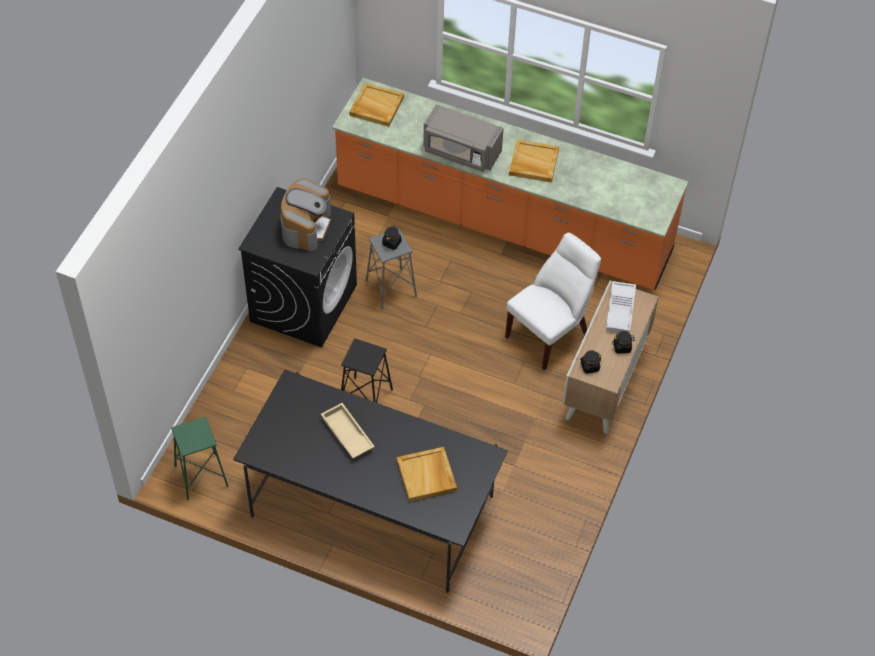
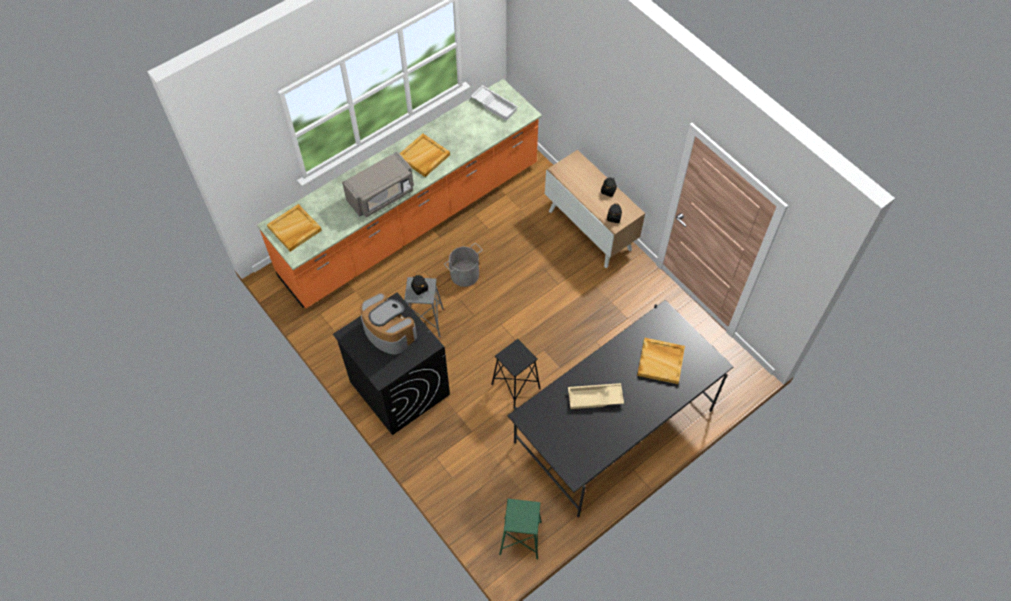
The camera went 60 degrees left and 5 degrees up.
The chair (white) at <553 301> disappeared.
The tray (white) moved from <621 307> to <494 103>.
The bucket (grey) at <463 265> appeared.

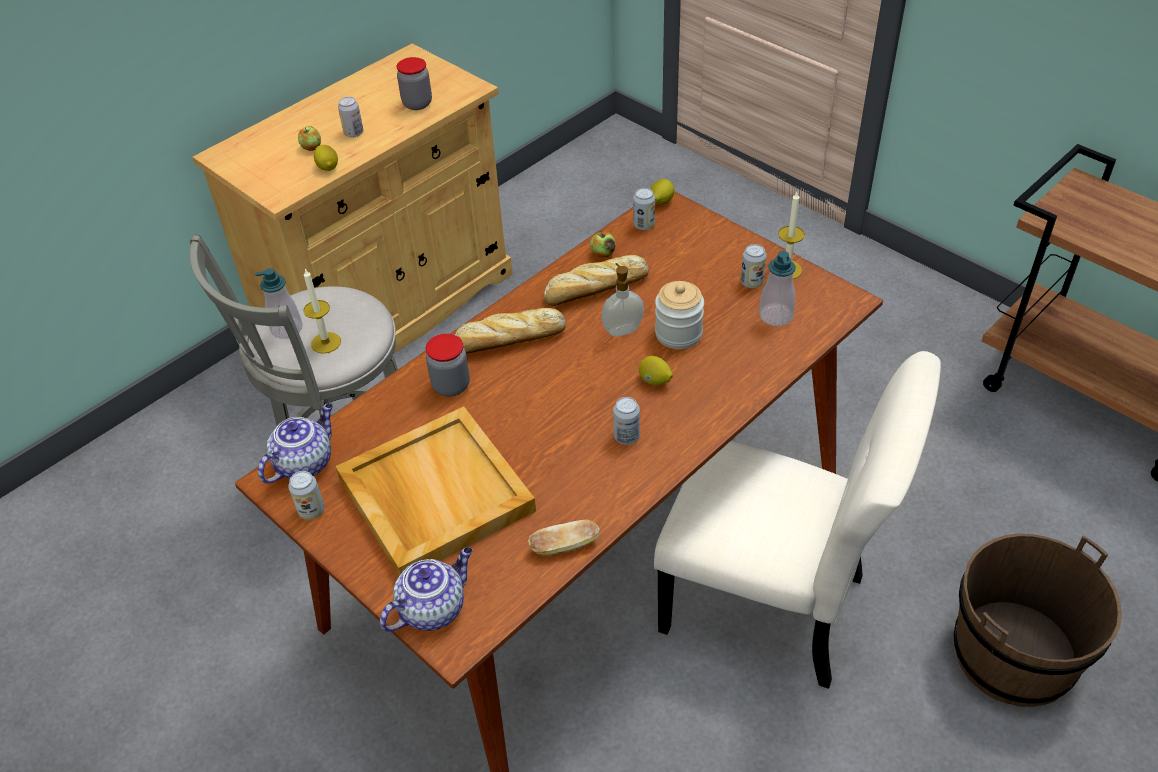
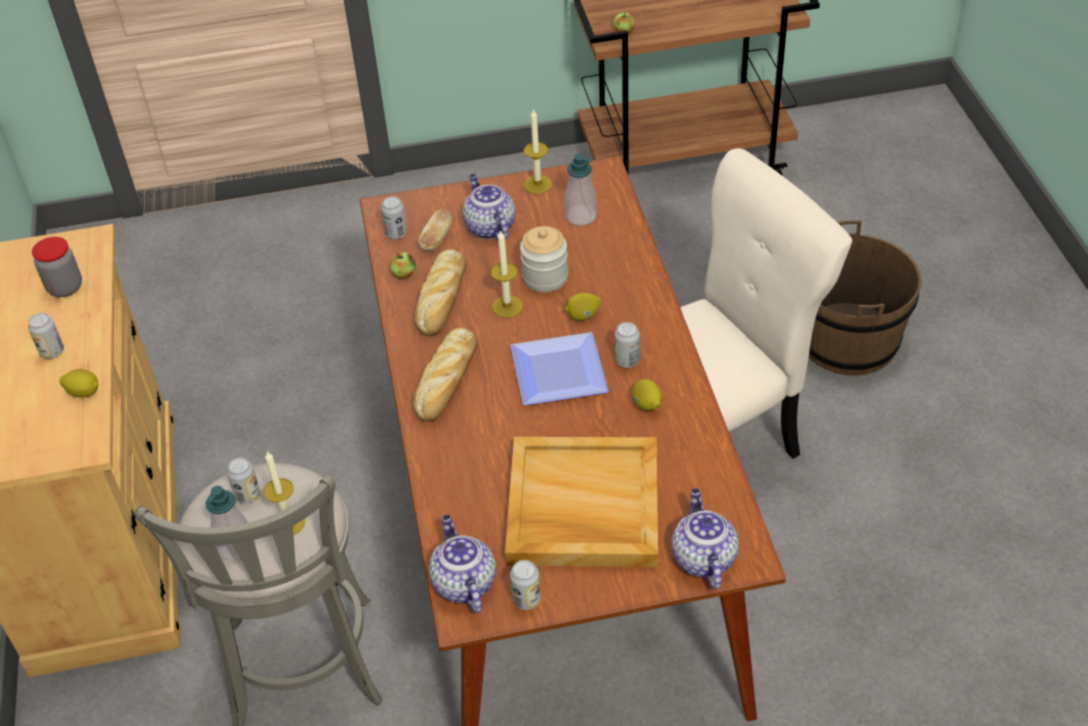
The camera went 55 degrees left and 0 degrees up.
The apple moved from <309 138> to <623 22>.
The jar at <448 365> disappeared.
The bread moved from <564 538> to <435 230>.
The soap dispenser at <622 300> was replaced by the candle at <507 274>.
The lemon moved from <662 192> to <647 395>.
The can moved from <754 266> to <243 480>.
The teapot at <489 206> appeared.
The plate at <559 369> appeared.

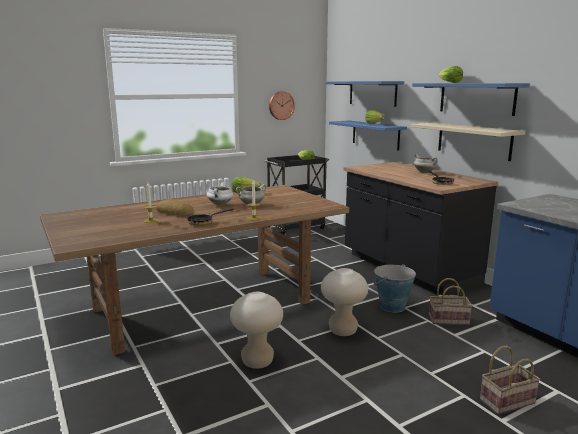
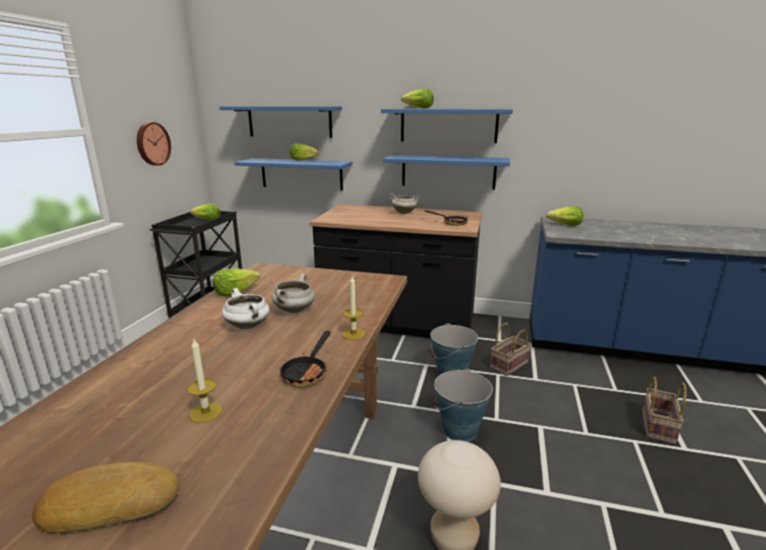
The camera went 45 degrees left and 5 degrees up.
The bread moved from <174 207> to <105 497>.
The stool (beige) at <344 302> was replaced by the bucket at <463 405>.
The shelf (beige) at <468 142> became the shelf (blue) at <446 172>.
The lettuce at <564 216> appeared.

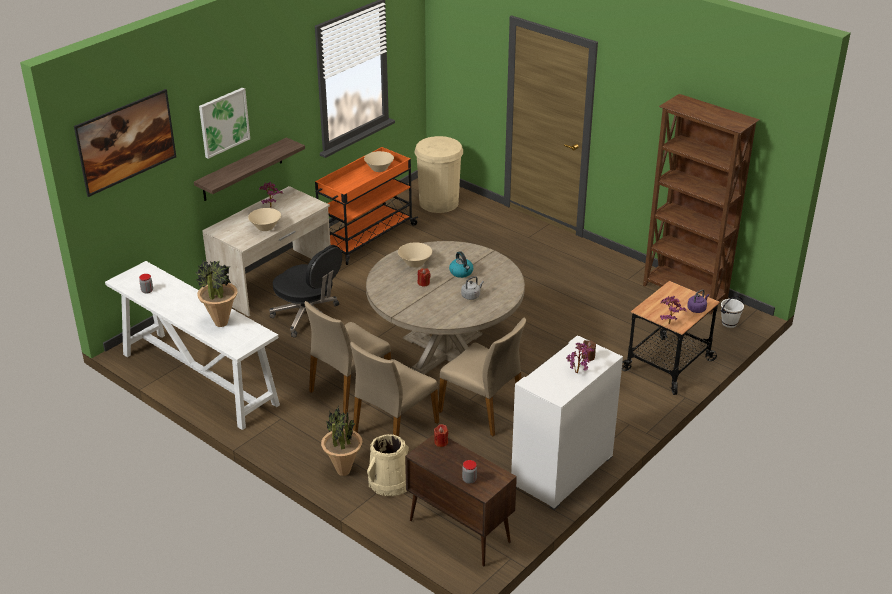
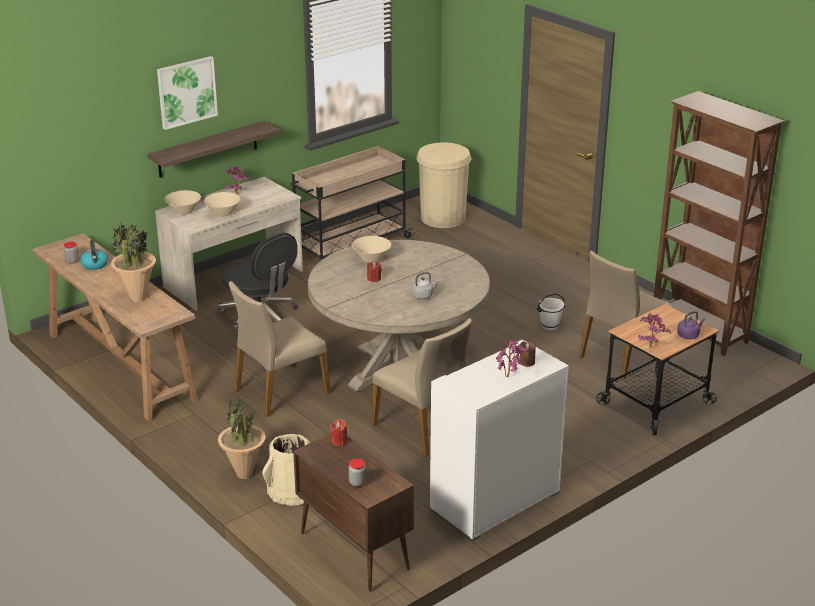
The camera went 10 degrees right and 5 degrees down.
The picture at <125 143> disappeared.
The console table (white) at <192 345> became the console table (brown) at <115 327>.
The cart (orange) at <366 206> became the cart (beige) at <351 204>.
The chair (beige) moved from <394 389> to <626 315>.
The bowl (beige) moved from <379 161> to <183 202>.
The kettle moved from <461 264> to <94 255>.
The bucket (white) moved from <732 312> to <551 312>.

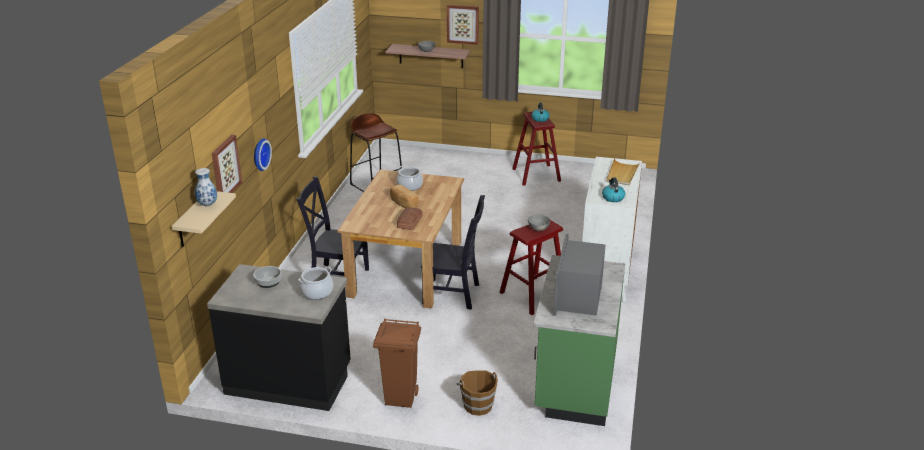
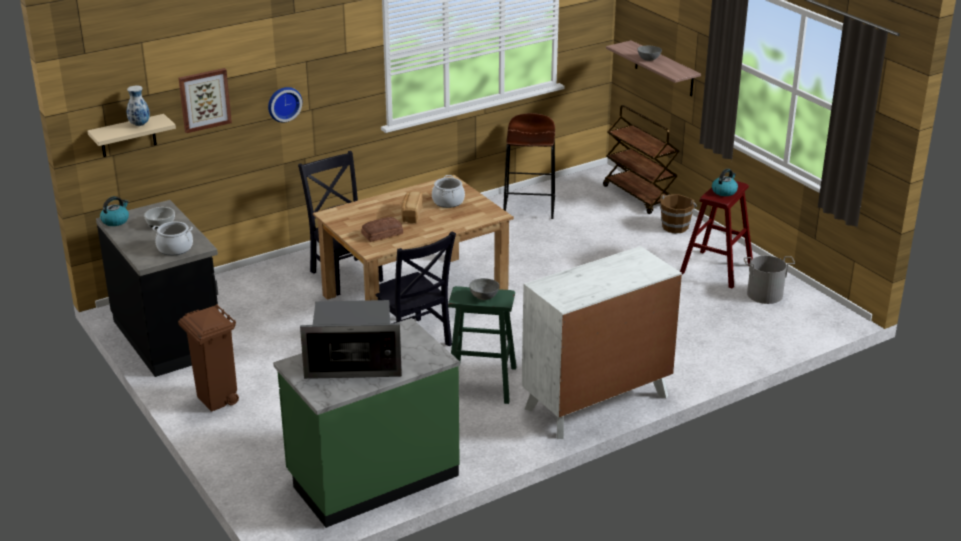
The camera went 45 degrees right and 0 degrees up.
The picture at <463 25> disappeared.
The bucket (brown) moved from <477 393> to <678 213>.
The stool (red) at <531 267> became the stool (green) at <482 345>.
The microwave at <579 275> turned 150 degrees counterclockwise.
The kettle moved from <613 189> to <114 211>.
The tray (beige) at <623 171> disappeared.
The cart (brown) at <641 159> appeared.
The bucket (grey) at <769 280> appeared.

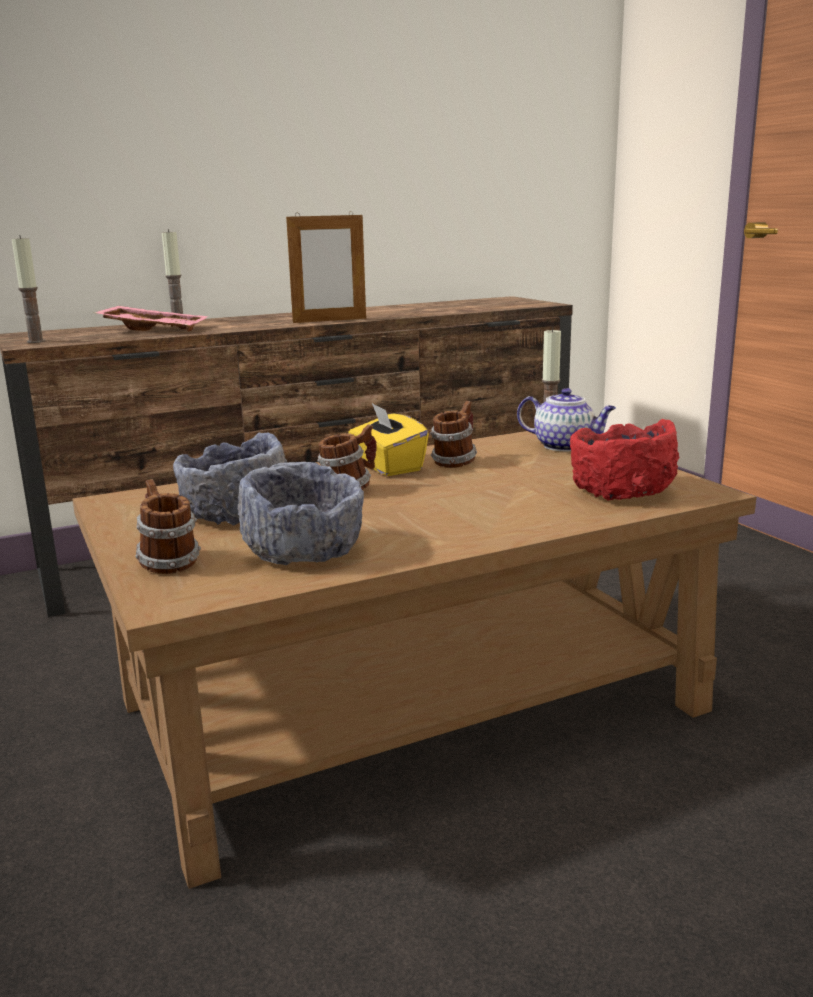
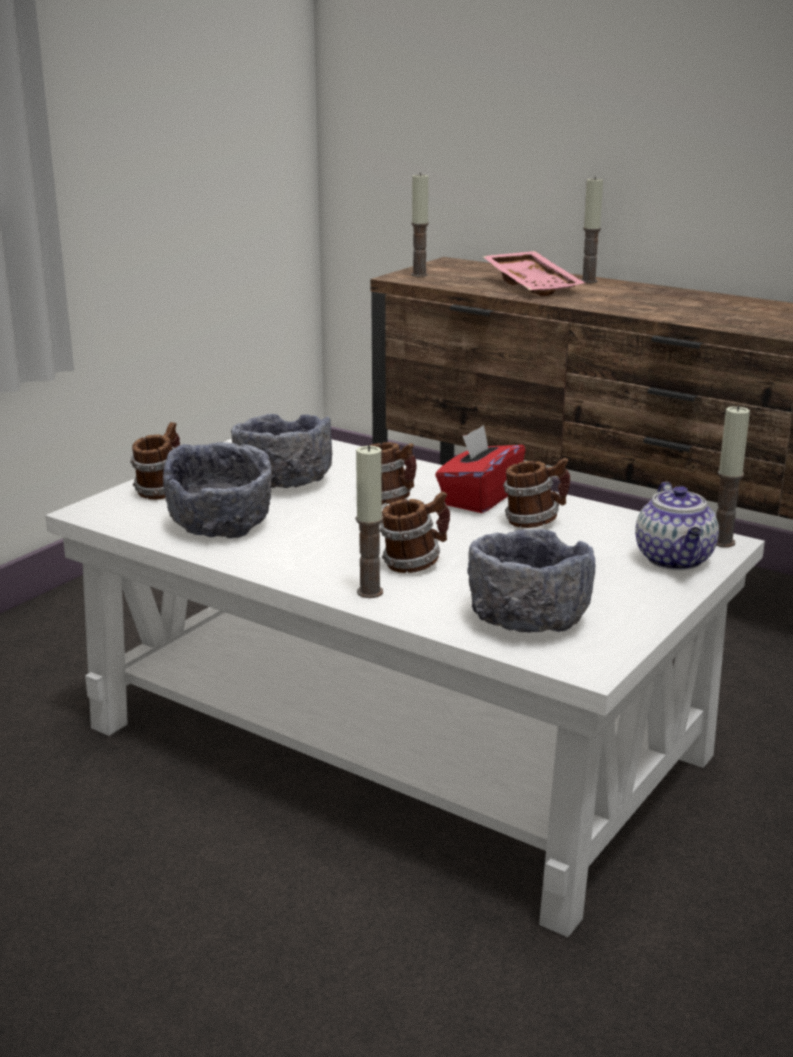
The camera went 60 degrees right and 5 degrees up.
The coffee table (brown) at <414 660> became the coffee table (white) at <405 688>.
The picture frame at <326 267> disappeared.
The tissue box (yellow) at <389 439> became the tissue box (red) at <480 469>.
The bowl (red) at <624 460> became the bowl (grey) at <531 581>.
The candle at <369 521> appeared.
The mug at <415 532> appeared.

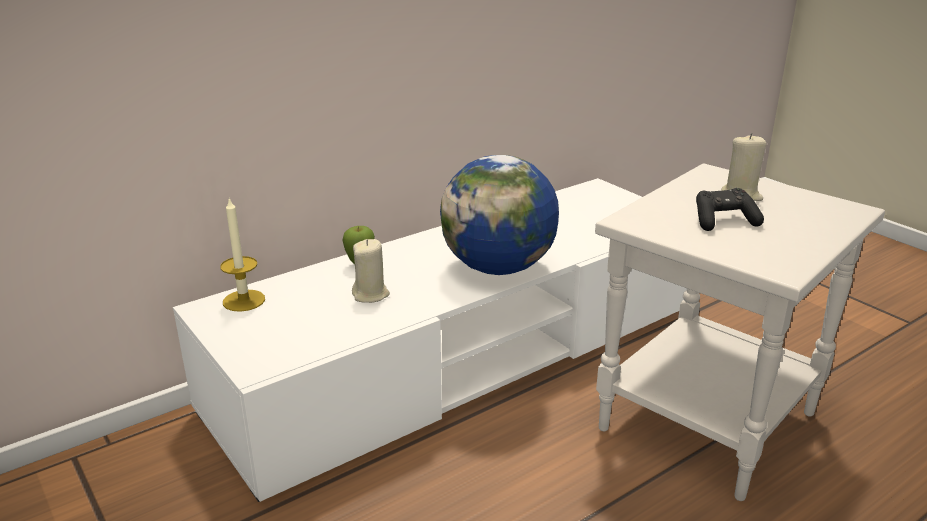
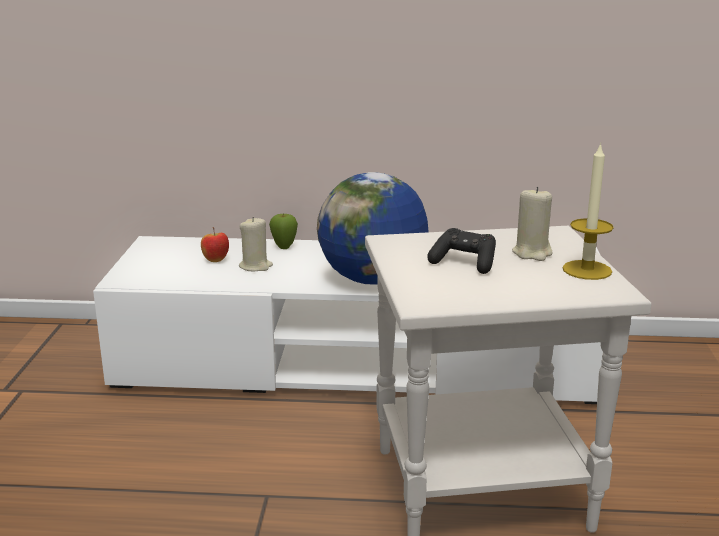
The camera went 40 degrees right and 5 degrees down.
The candle moved from <242 254> to <588 211>.
The apple at <215 244> appeared.

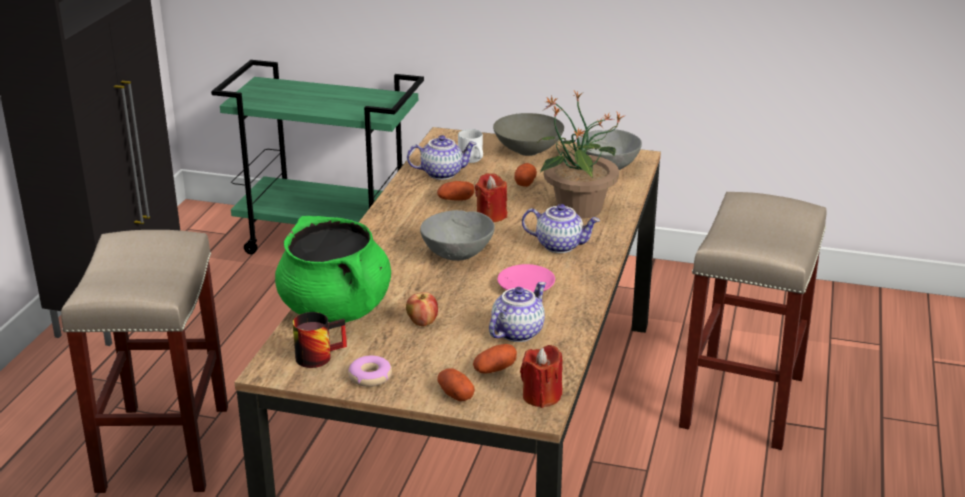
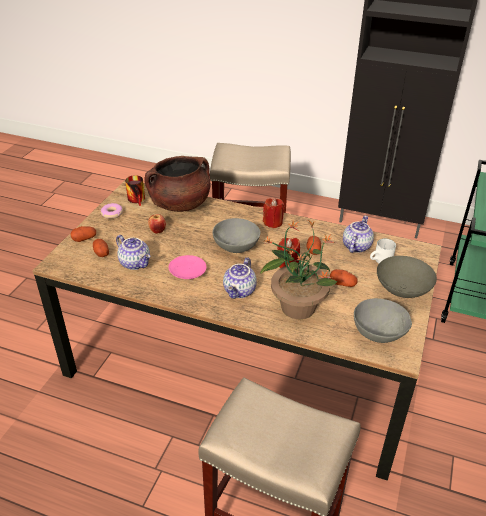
The camera went 95 degrees right and 10 degrees up.
The cooking pot (green) at <333 269> became the cooking pot (brown) at <177 184>.
The teapot at <442 157> turned 150 degrees counterclockwise.
The candle (red) moved from <541 376> to <274 213>.

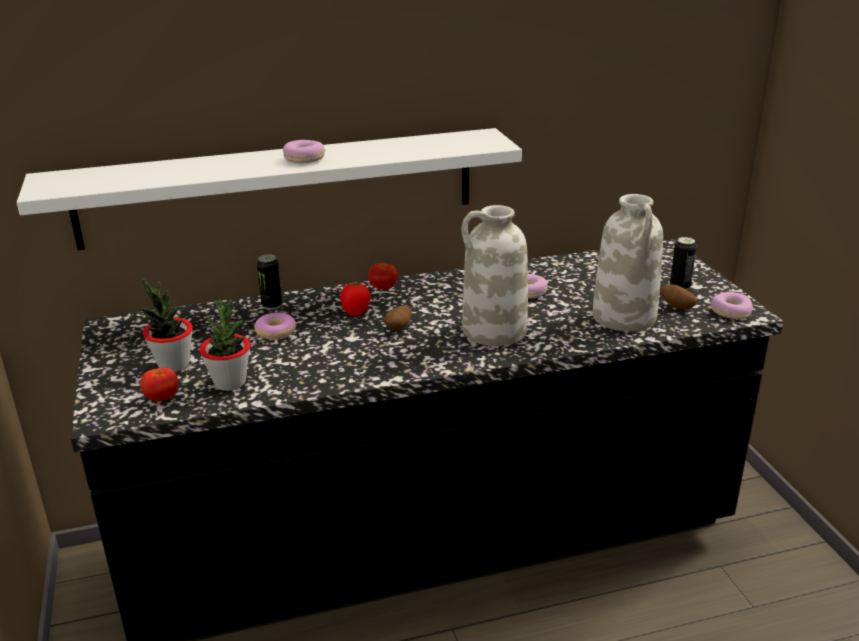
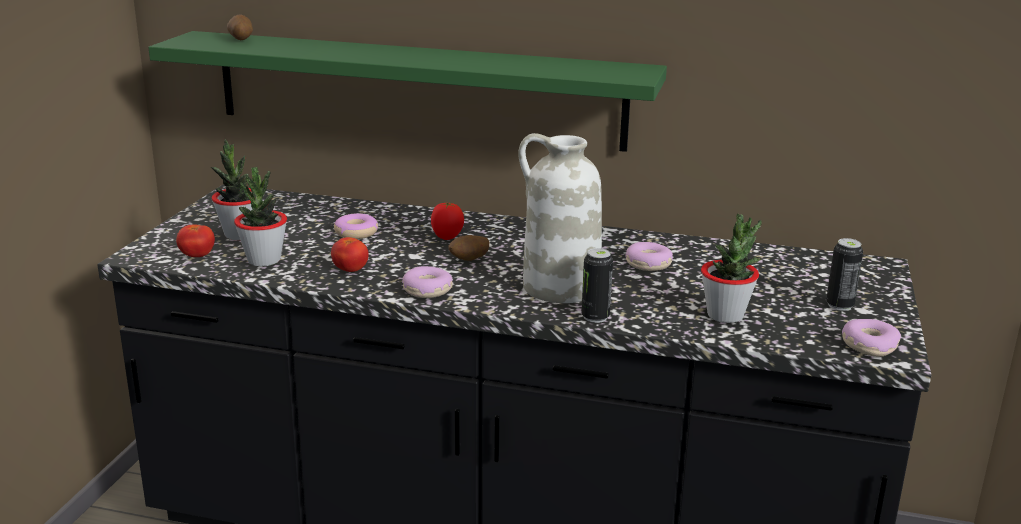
The camera went 30 degrees right and 5 degrees down.
The shelf (white) at <269 189> became the shelf (green) at <407 91>.
The can moved from <270 282> to <597 285>.
The donut moved from <304 151> to <427 282>.
The tomato moved from <383 276> to <350 254>.
The vase (white) at <628 263> was replaced by the potted plant at <731 268>.
The potato moved from <678 297> to <240 27>.

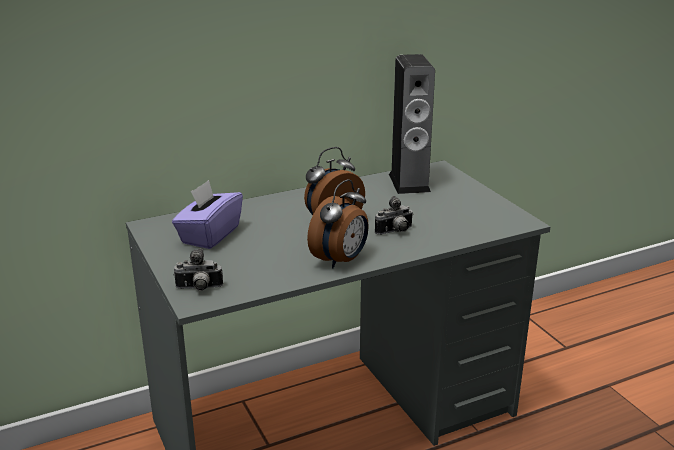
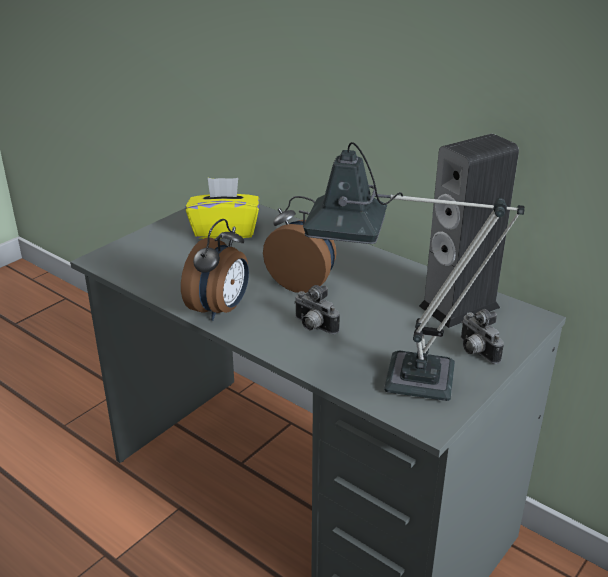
The camera went 65 degrees right and 5 degrees up.
The tissue box (purple) at <207 214> became the tissue box (yellow) at <222 208>.
The photo camera moved from <198 269> to <482 336>.
The alarm clock at <337 223> turned 75 degrees counterclockwise.
The table lamp at <414 271> appeared.

